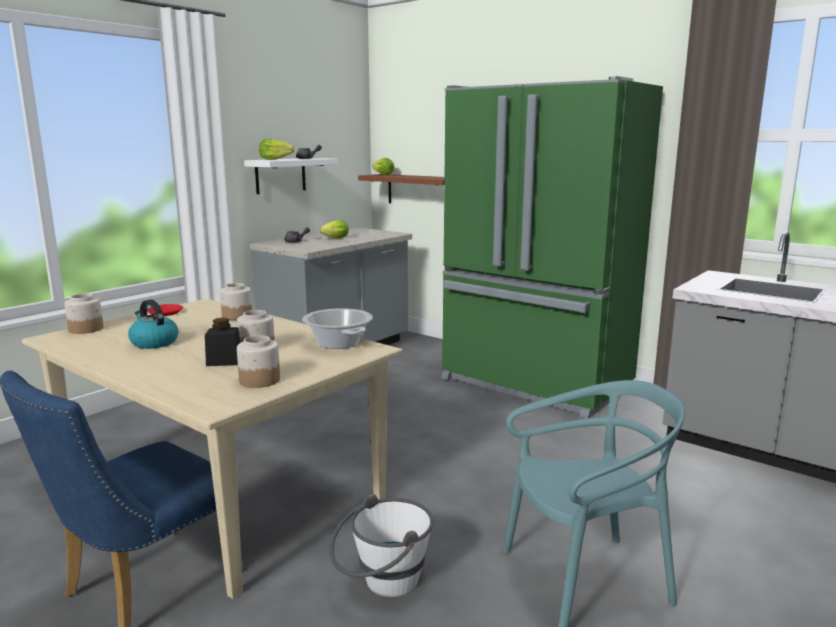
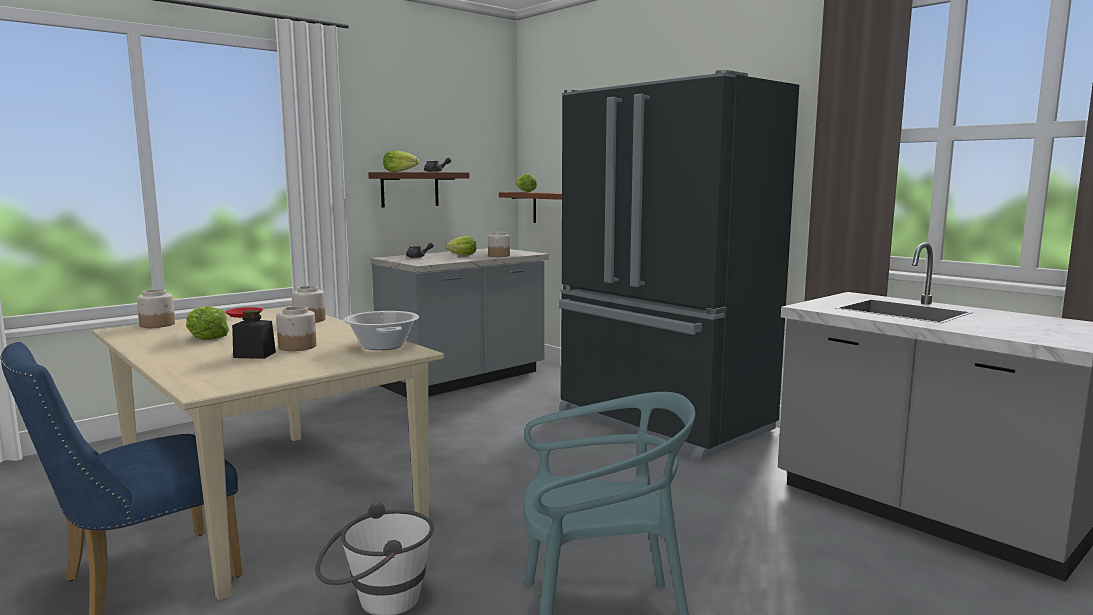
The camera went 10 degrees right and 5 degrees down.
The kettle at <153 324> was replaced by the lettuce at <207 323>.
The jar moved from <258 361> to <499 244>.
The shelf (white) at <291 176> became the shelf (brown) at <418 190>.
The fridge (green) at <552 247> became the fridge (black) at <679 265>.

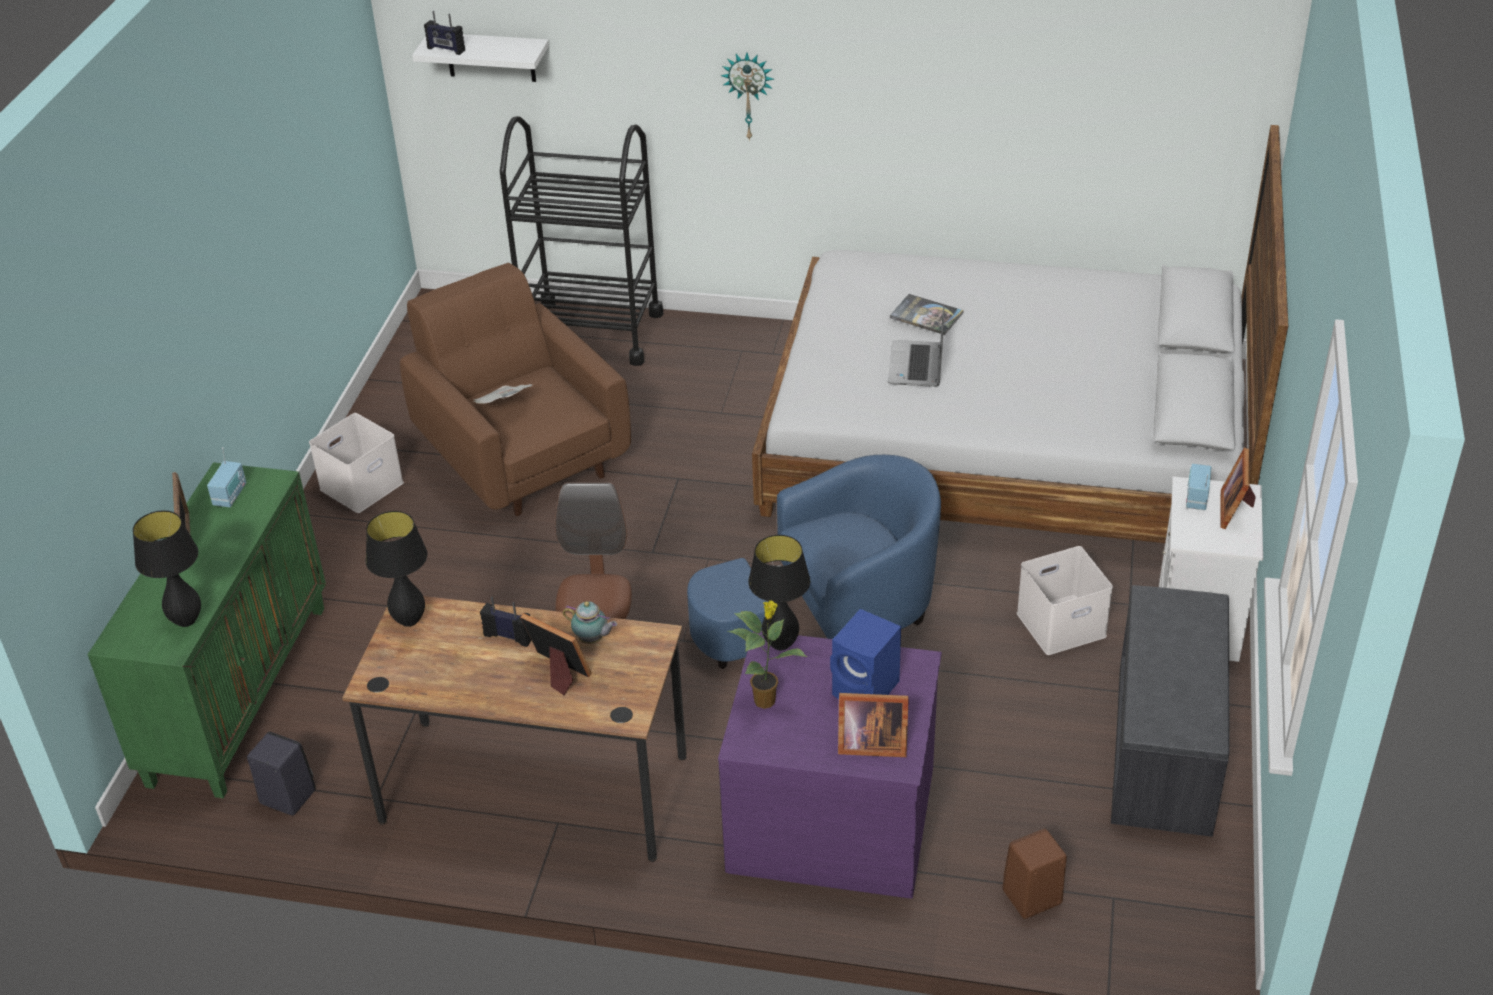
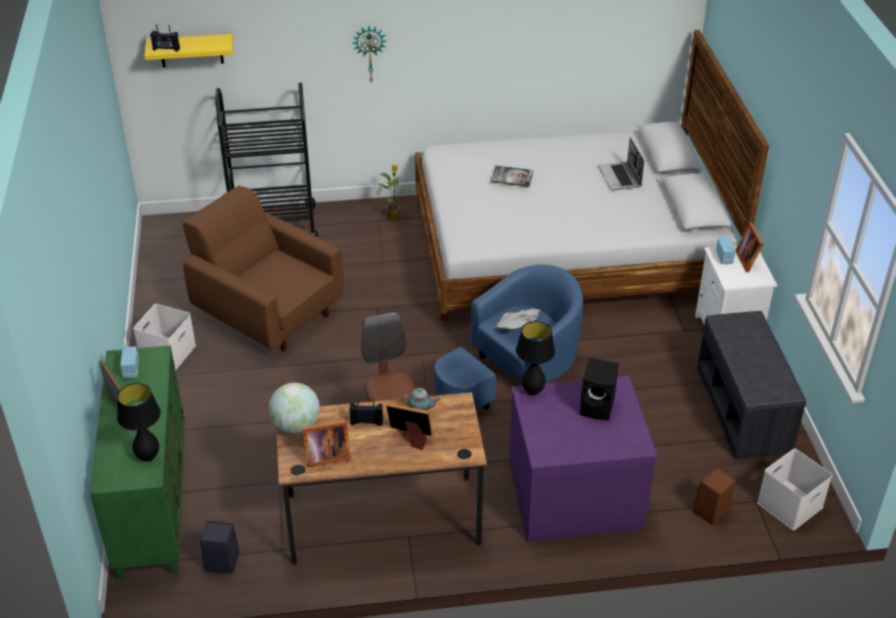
The camera went 20 degrees left and 0 degrees up.
The table lamp (black) at <397 569> was replaced by the globe at <294 408>.
The shelf (white) at <480 58> became the shelf (yellow) at <188 50>.
The newspaper moved from <502 394> to <518 319>.
The potted plant moved from <767 654> to <395 193>.
The speaker (blue) at <865 654> became the speaker (black) at <599 389>.
The picture frame moved from <873 725> to <326 444>.
The laptop moved from <916 345> to <621 163>.
The storage box (white) moved from <1065 600> to <794 489>.

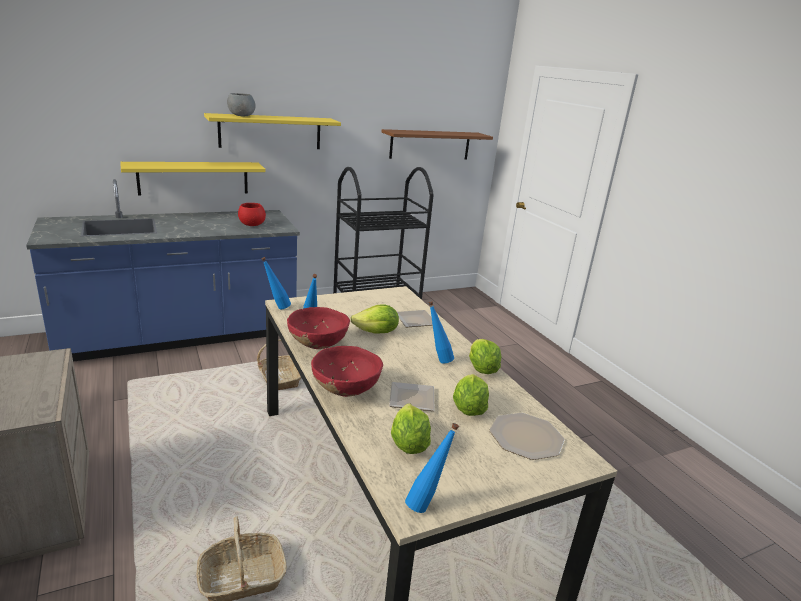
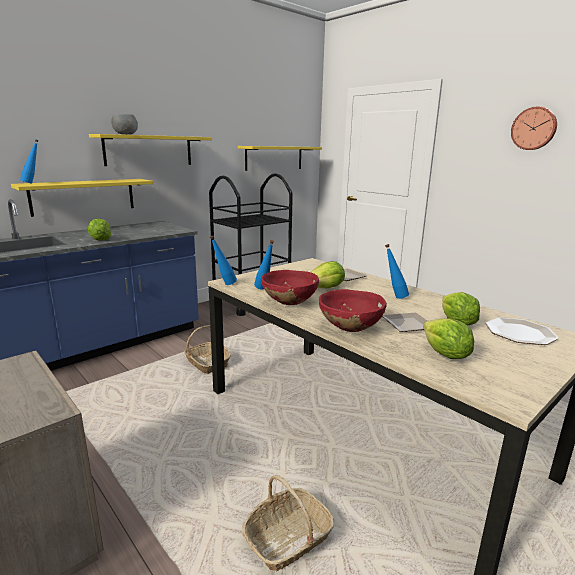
The camera went 15 degrees left and 5 degrees down.
The bowl (red) at <252 214> disappeared.
The shelf (brown) at <437 144> became the shelf (yellow) at <280 158>.
The bottle (blue) moved from <432 468> to <29 161>.
The lettuce moved from <485 356> to <99 229>.
The wall clock at <534 128> appeared.

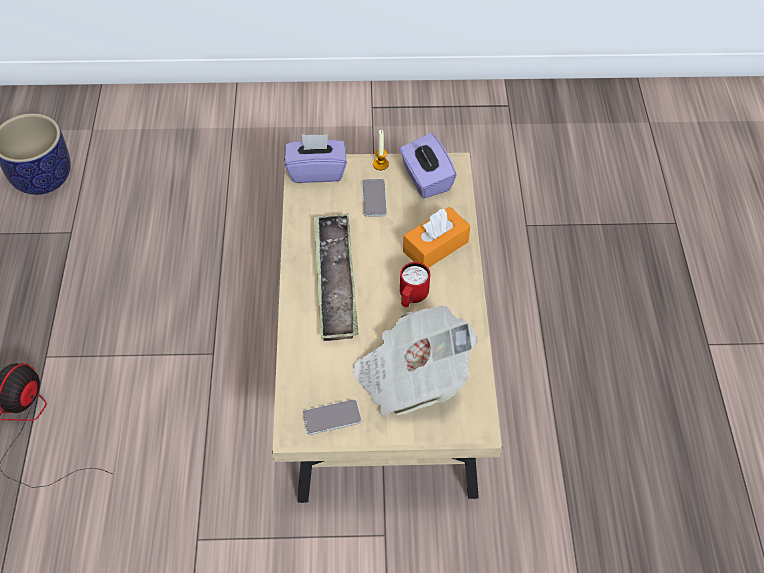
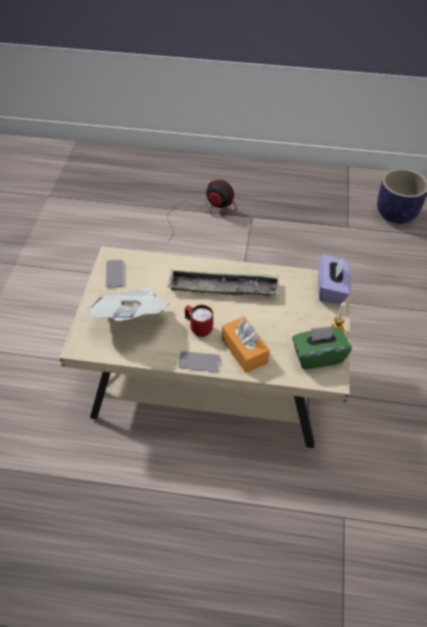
The camera went 100 degrees right and 5 degrees down.
The phone moved from <374 198> to <199 361>.
The tissue box (purple) at <428 165> became the tissue box (green) at <322 347>.

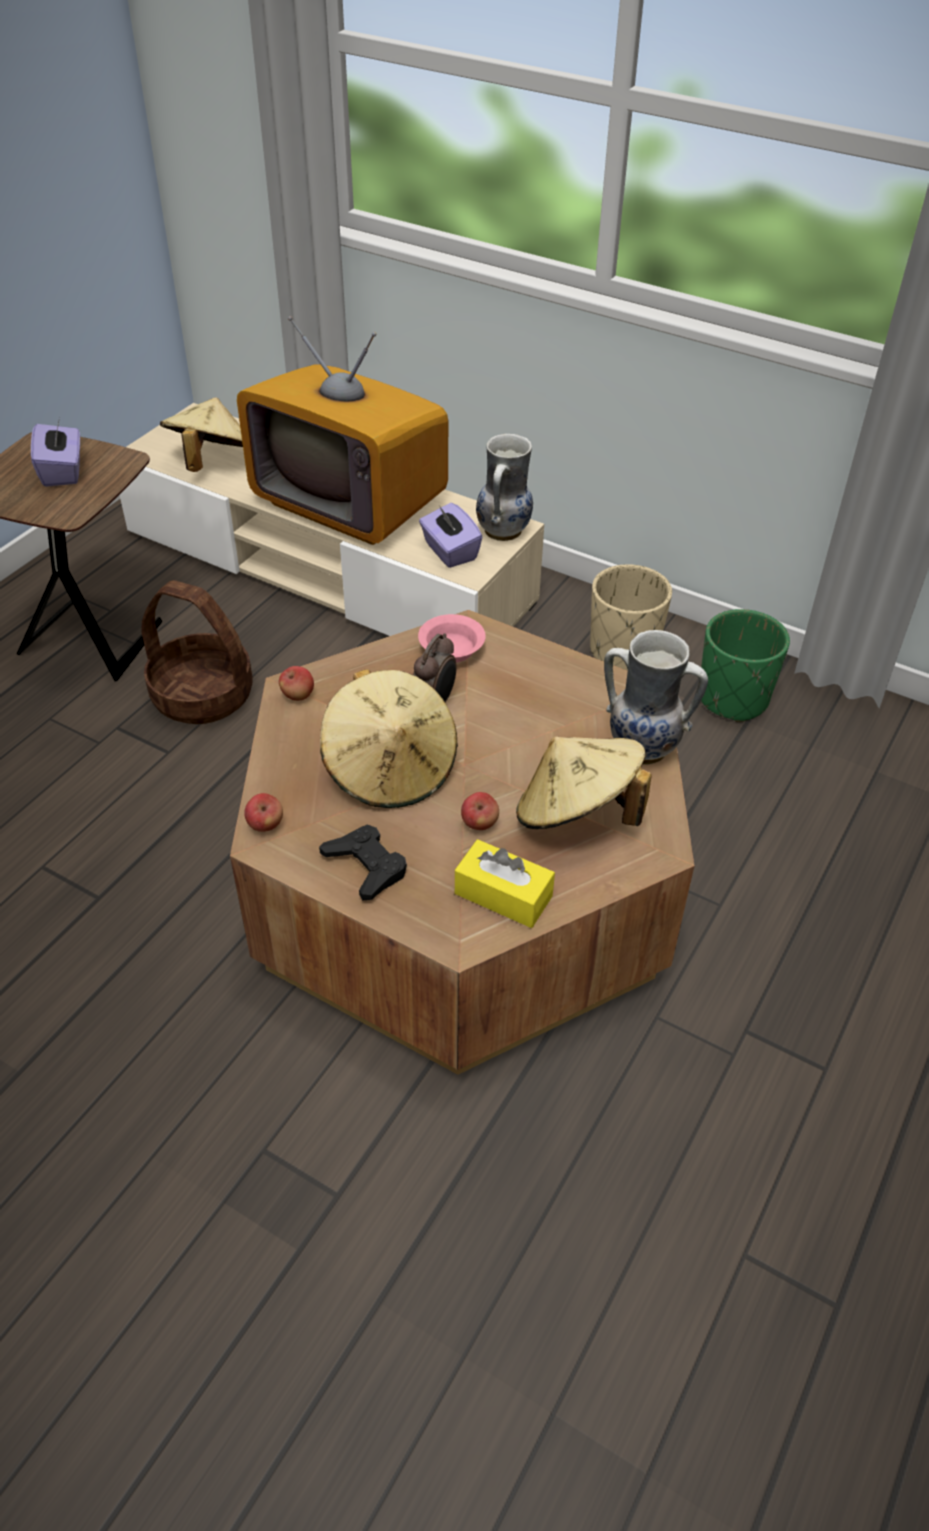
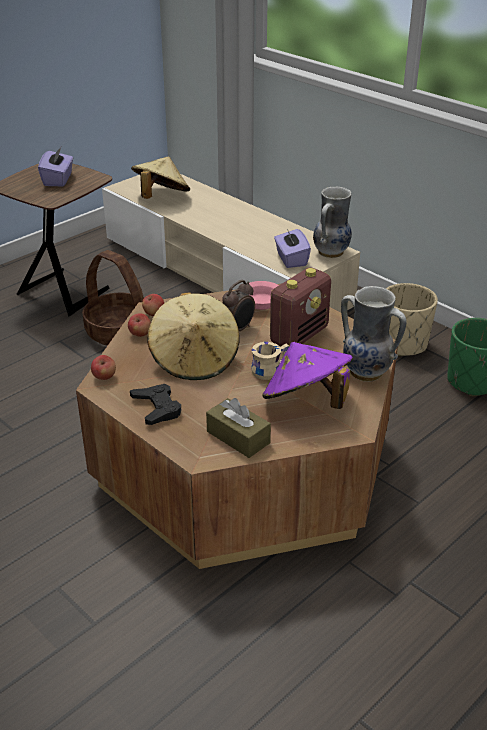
The camera went 15 degrees right and 10 degrees down.
The television at <342 430> disappeared.
The tissue box (yellow) at <505 883> became the tissue box (brown) at <238 428>.
The apple moved from <480 811> to <139 325>.
The hat (beige) at <584 782> became the hat (purple) at <307 375>.
The mug (beige) at <270 361> appeared.
The radio at <300 306> appeared.

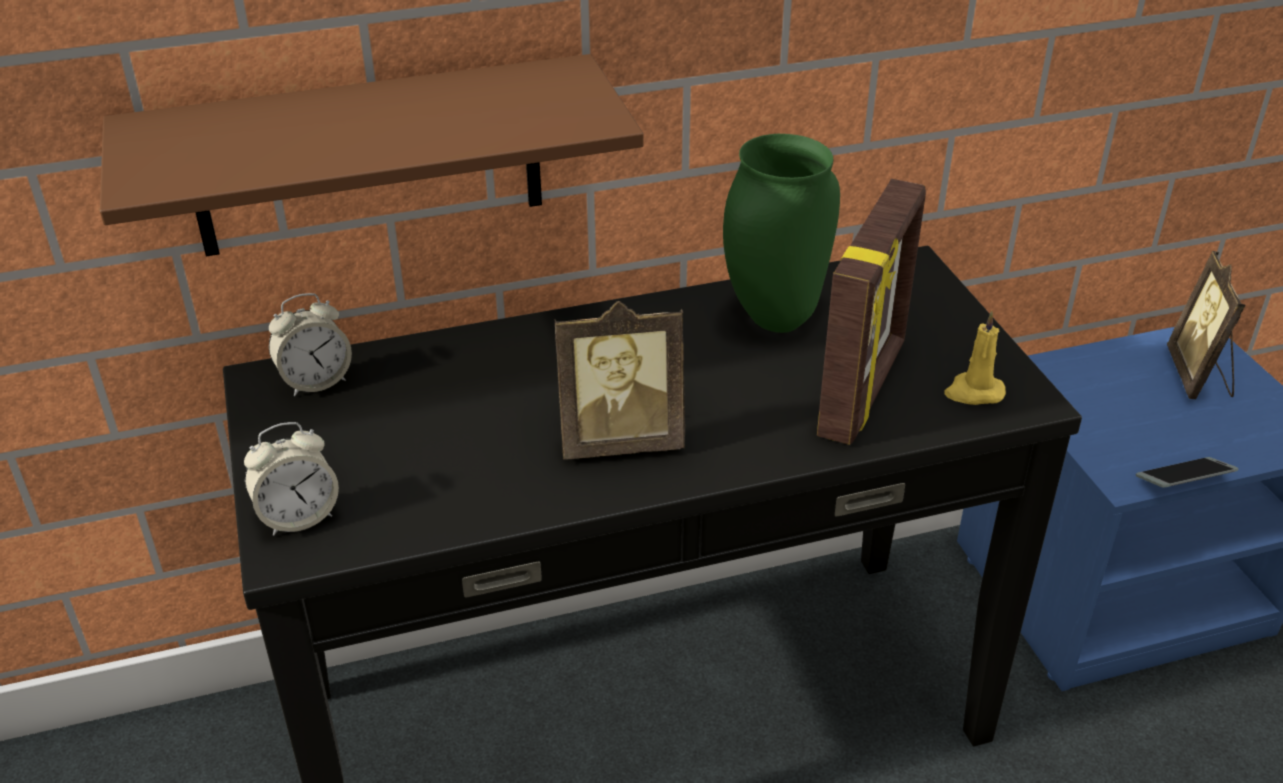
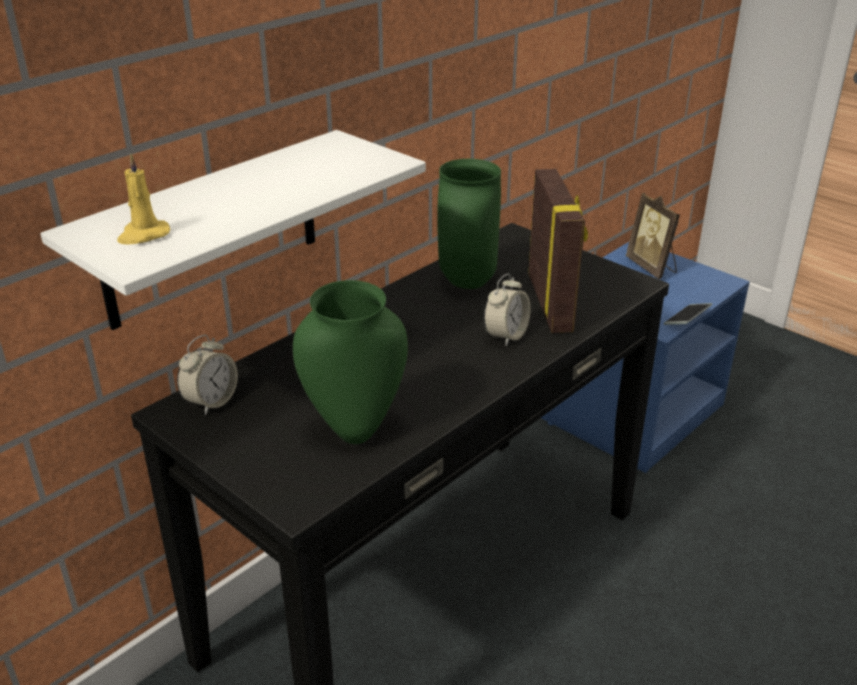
The camera went 30 degrees left and 5 degrees down.
The shelf (brown) at <372 155> became the shelf (white) at <233 230>.
The alarm clock moved from <291 479> to <507 310>.
The picture frame at <619 380> disappeared.
The candle (yellow) moved from <975 358> to <143 199>.
The vase (green) at <350 362> appeared.

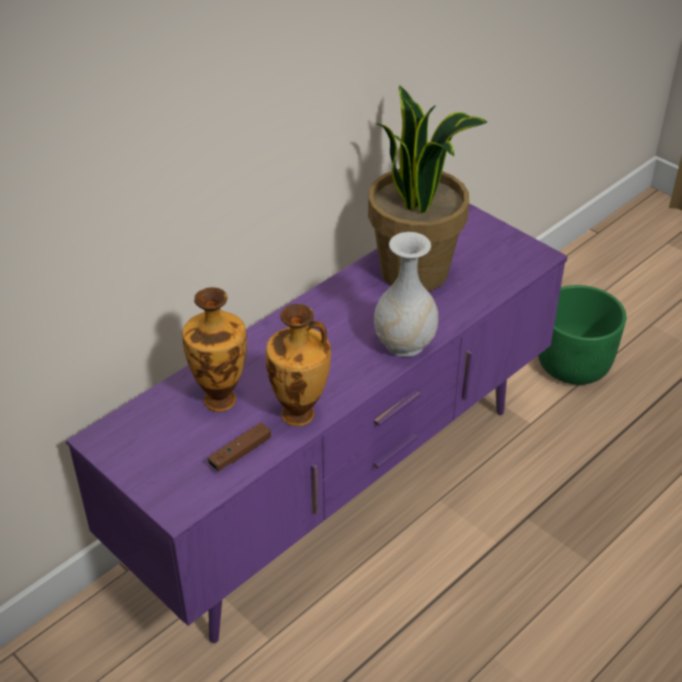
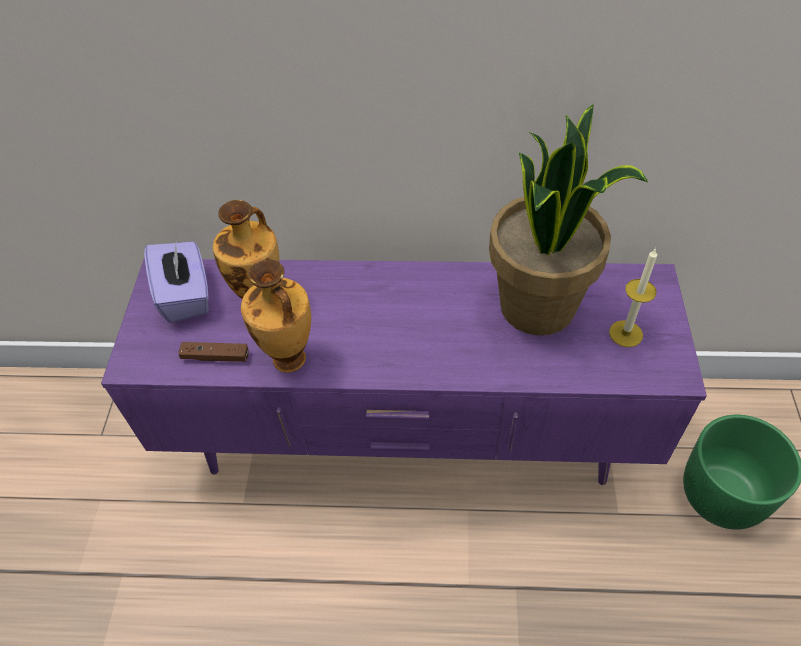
The camera went 50 degrees right and 10 degrees up.
The vase (white) at <406 294> disappeared.
The tissue box (purple) at <176 282> appeared.
The candle at <633 297> appeared.

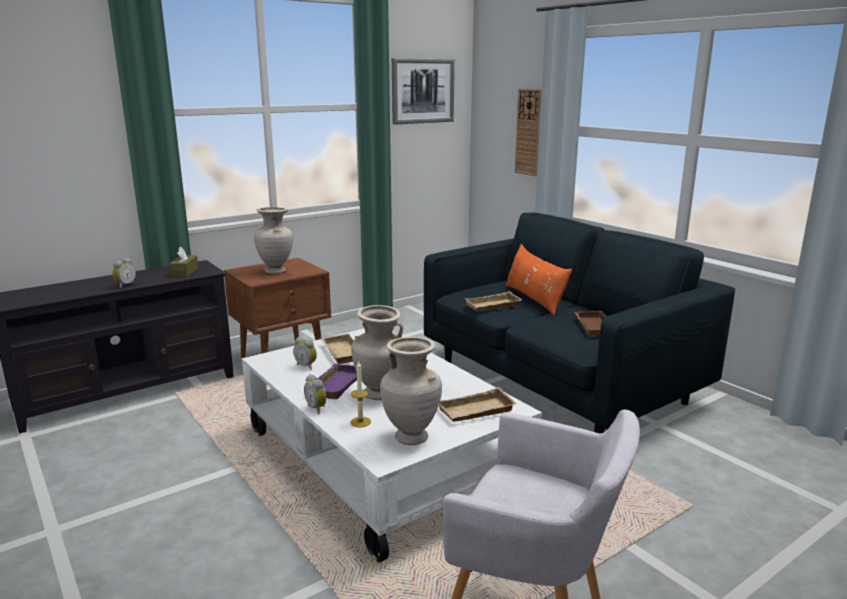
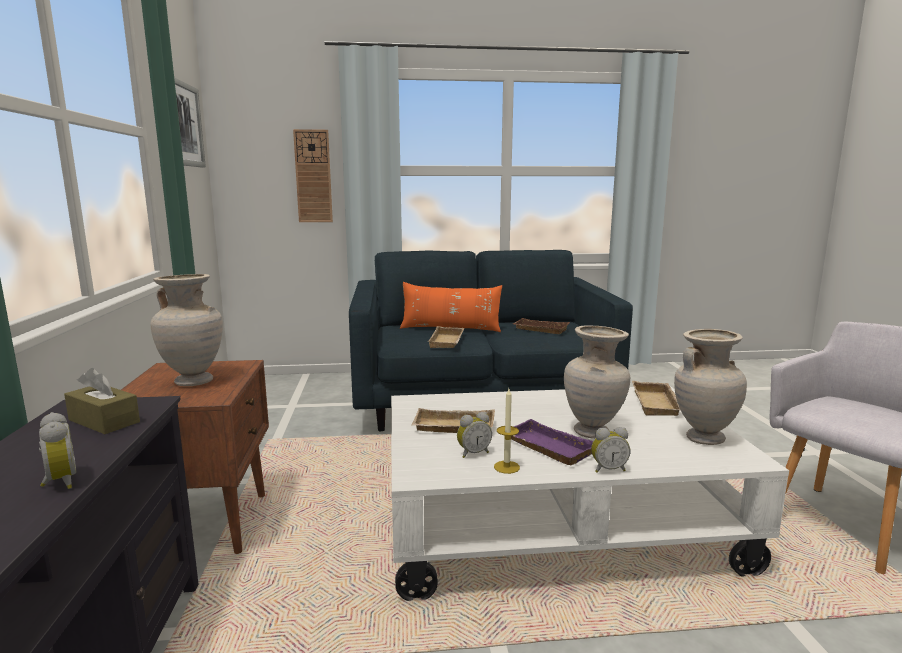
The camera went 60 degrees left and 5 degrees down.
The candle moved from <360 394> to <507 431>.

